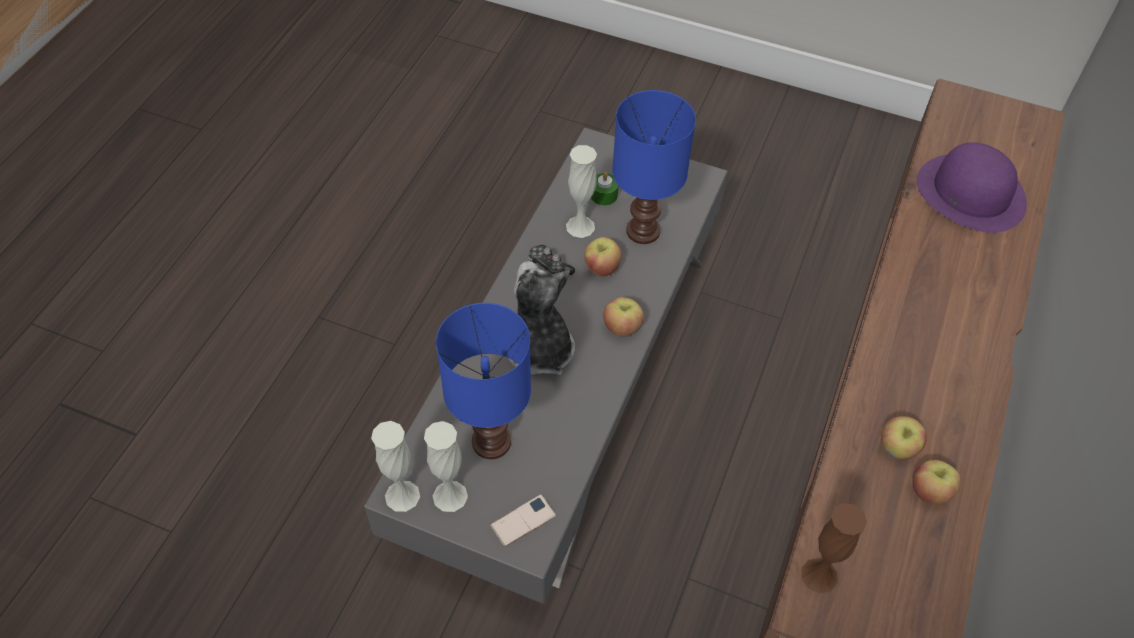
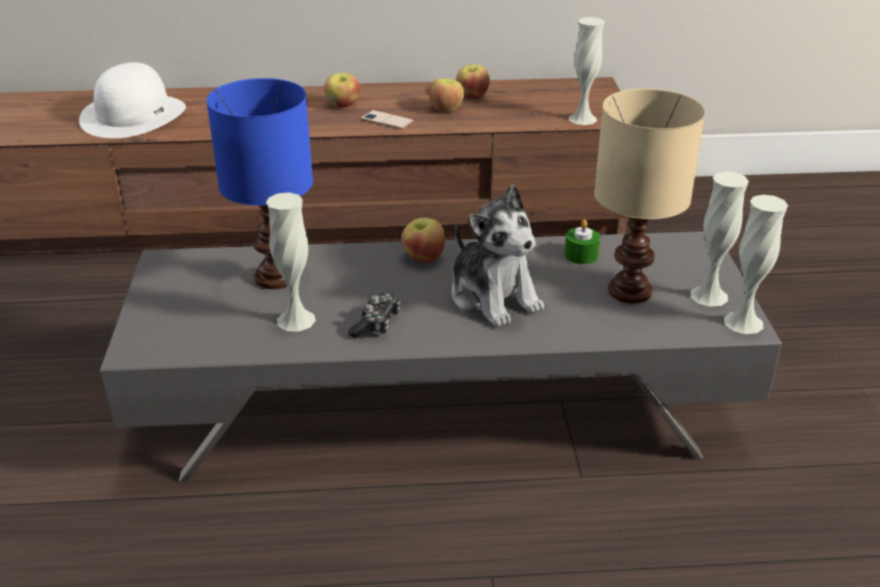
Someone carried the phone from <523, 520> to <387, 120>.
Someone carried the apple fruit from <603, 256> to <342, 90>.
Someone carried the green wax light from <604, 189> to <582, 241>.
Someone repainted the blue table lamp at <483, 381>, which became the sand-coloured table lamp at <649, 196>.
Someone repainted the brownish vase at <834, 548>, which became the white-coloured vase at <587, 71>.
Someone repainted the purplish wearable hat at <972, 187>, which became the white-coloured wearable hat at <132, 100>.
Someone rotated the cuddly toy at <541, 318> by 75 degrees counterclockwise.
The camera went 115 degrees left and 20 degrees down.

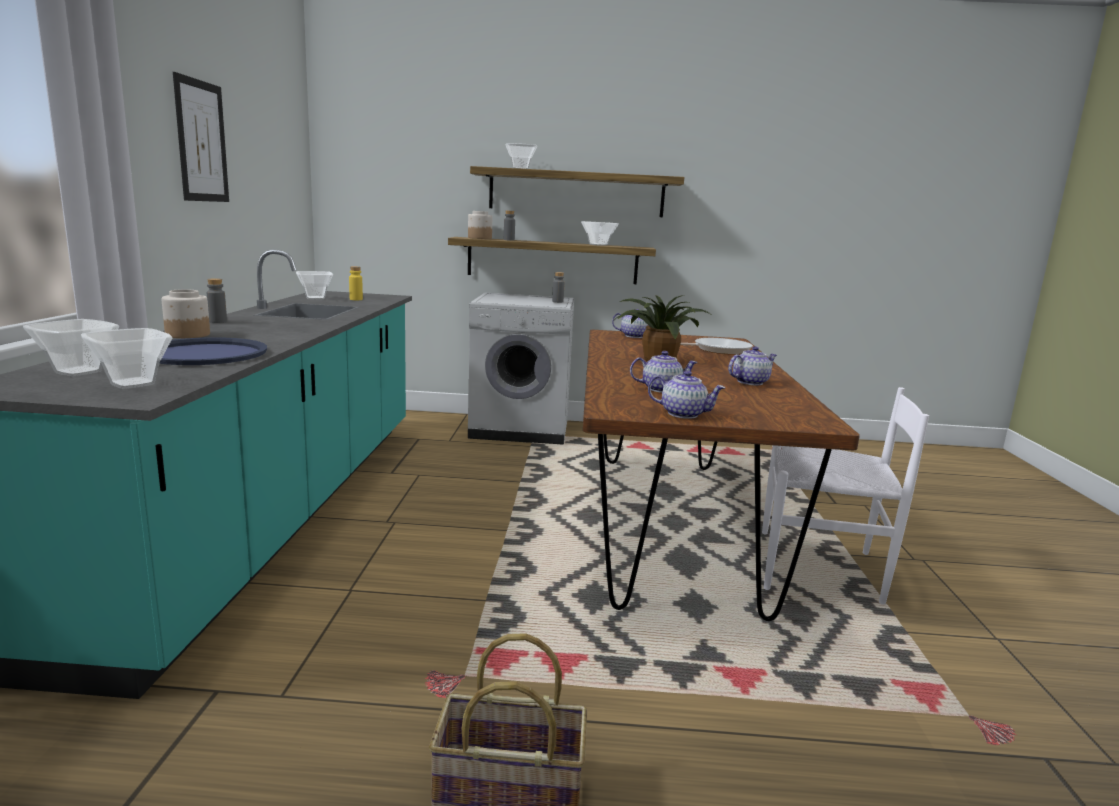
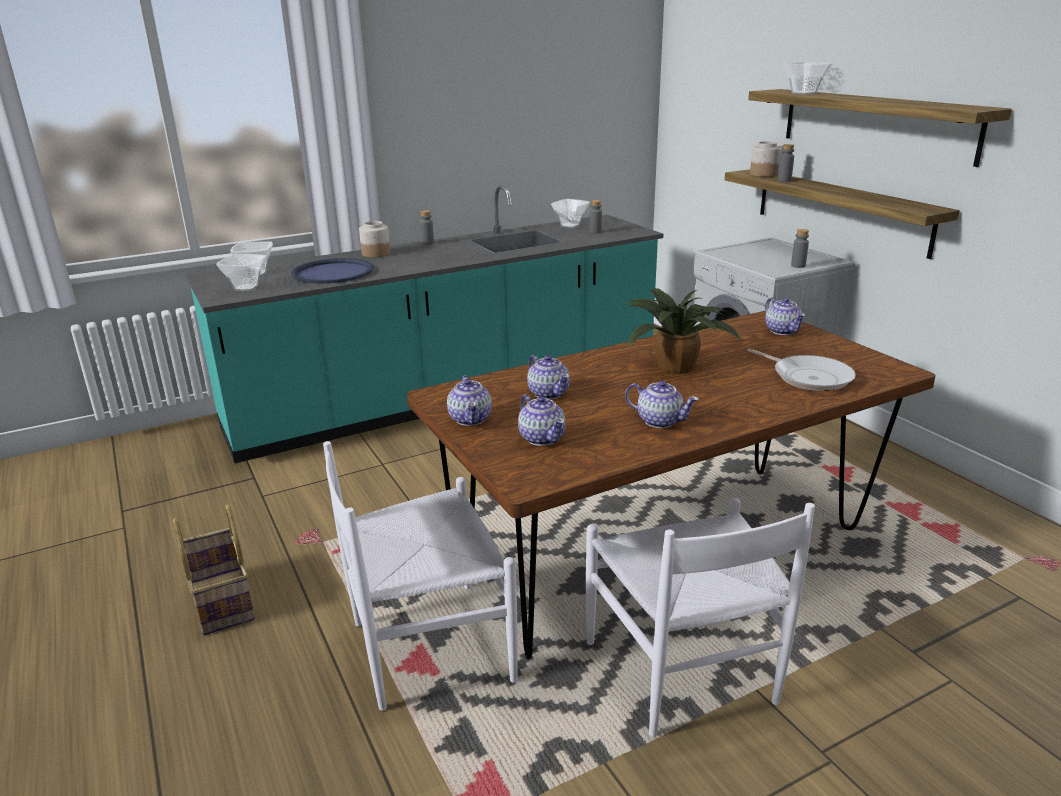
Someone took away the wall art at <201, 137>.
Someone took away the deep dish at <600, 233>.
Someone put down the white-coloured plain chair at <420, 576>.
Someone put down the teapot at <542, 420>.
Someone repainted the yellowish bottle at <356, 283>, which became the grey bottle at <596, 217>.
The camera went 60 degrees right and 10 degrees up.

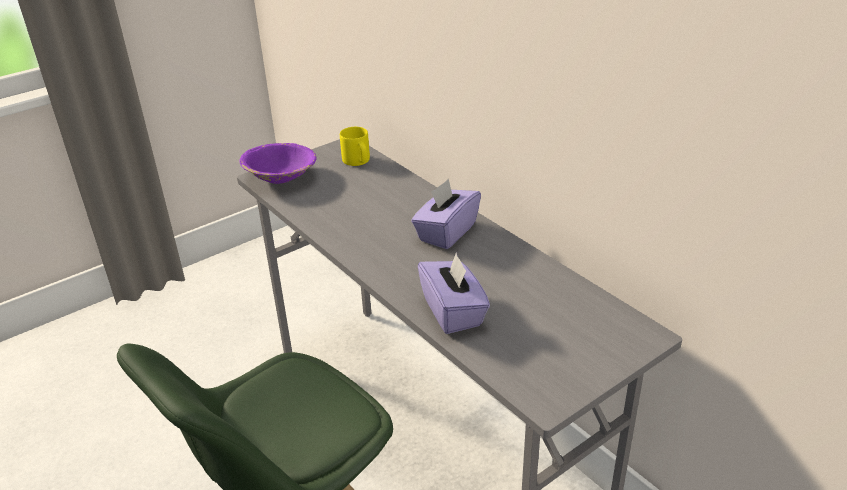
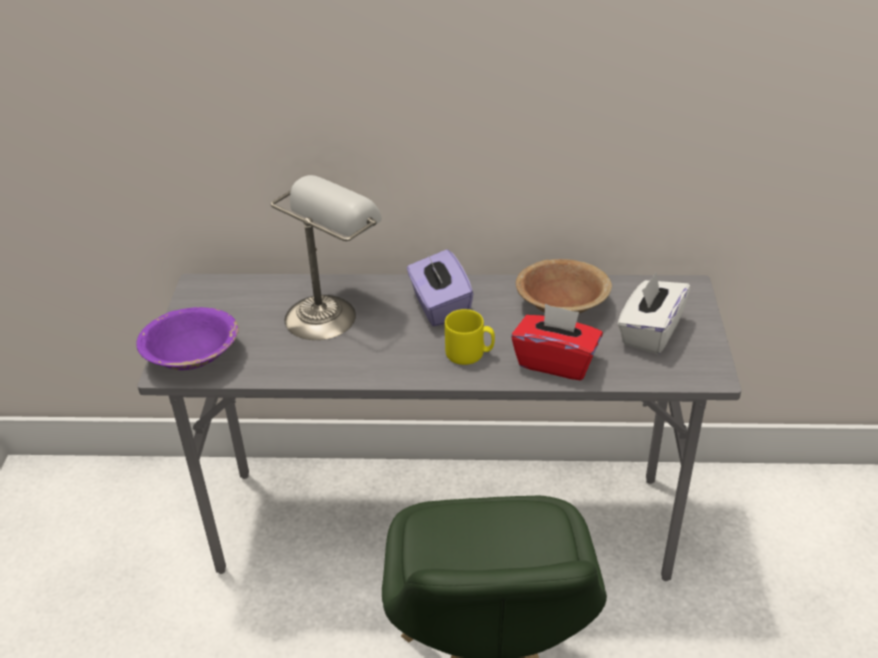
Someone put down the white-coloured table lamp at <326, 257>.
Someone put down the brownish deep dish at <564, 286>.
Someone put down the white-coloured tissue holder at <654, 313>.
Someone carried the yellowish tea mug from <355, 146> to <470, 337>.
Someone repainted the purplish tissue holder at <454, 293>, which became the reddish tissue holder at <557, 341>.
The camera went 50 degrees left and 5 degrees up.

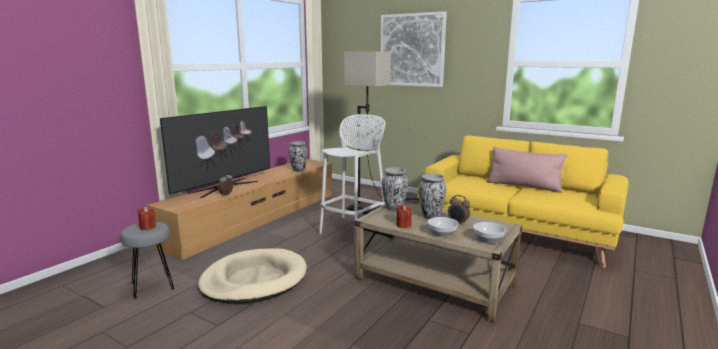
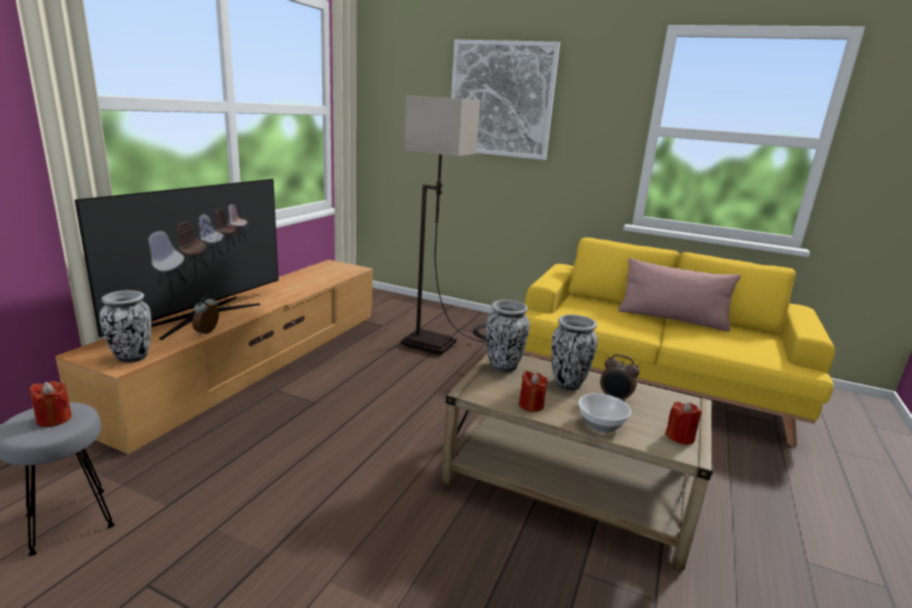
Someone took away the sand-coloured dog cushion at <252, 276>.
Someone took away the white-coloured stool seat at <352, 174>.
Someone carried the vase from <298, 156> to <125, 326>.
Someone swapped the deep dish at <489, 233> for the reddish wax light at <683, 423>.
The camera went 10 degrees left and 5 degrees up.

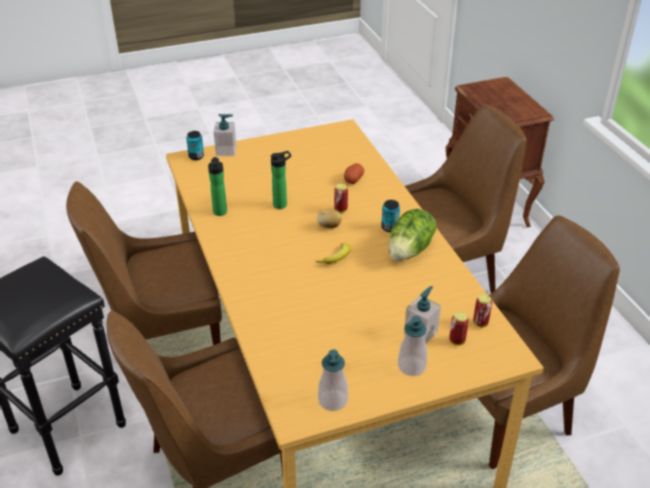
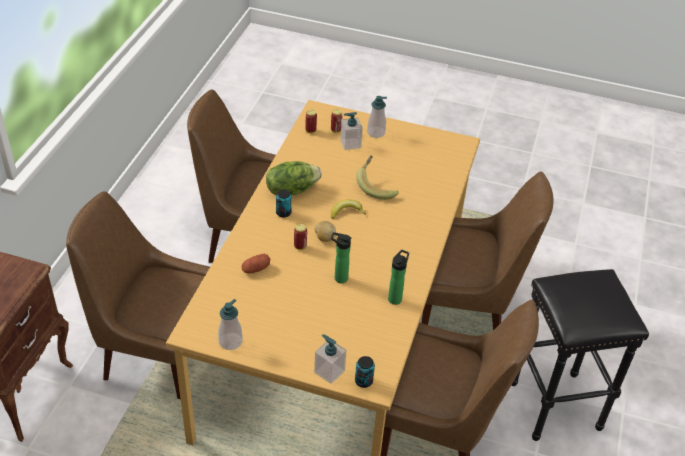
Someone put down the whole banana at <377, 177>.
Someone carried the liquid soap bottle from <333, 380> to <230, 324>.
The camera went 145 degrees left and 5 degrees up.

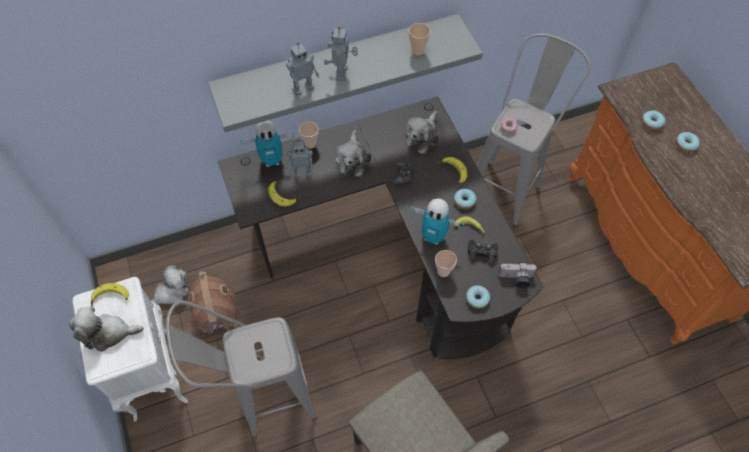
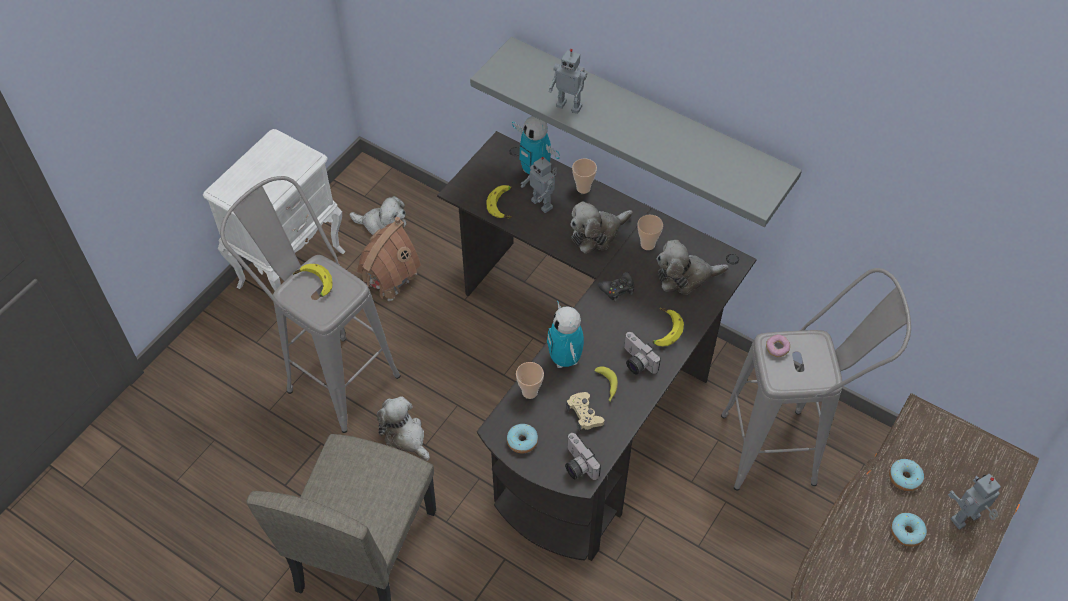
Someone carried the cuddly toy from <107, 329> to <403, 428>.
Someone carried the whole banana from <110, 295> to <313, 280>.
Someone carried the model robot from <341, 54> to <974, 501>.
Someone carried the cup from <420, 39> to <650, 232>.
Someone swapped the donut at <465, 199> for the photo camera at <642, 353>.
Someone repainted the blackish joypad at <483, 251>, which became the sand-coloured joypad at <585, 411>.
The camera went 55 degrees right and 5 degrees down.

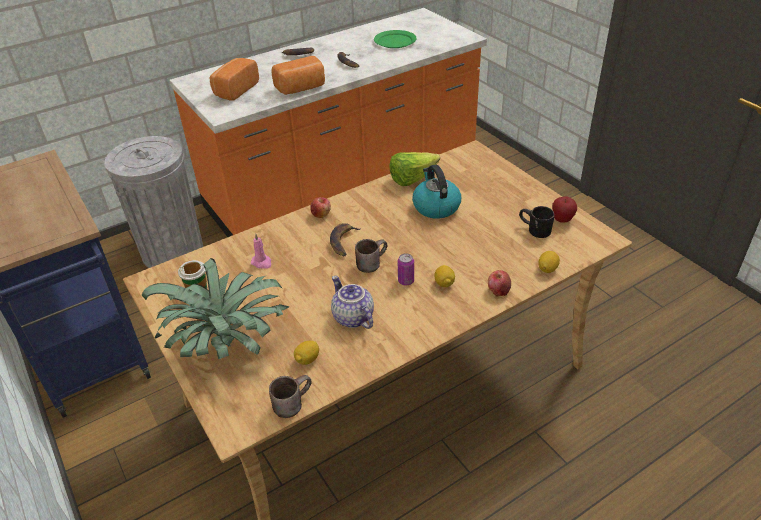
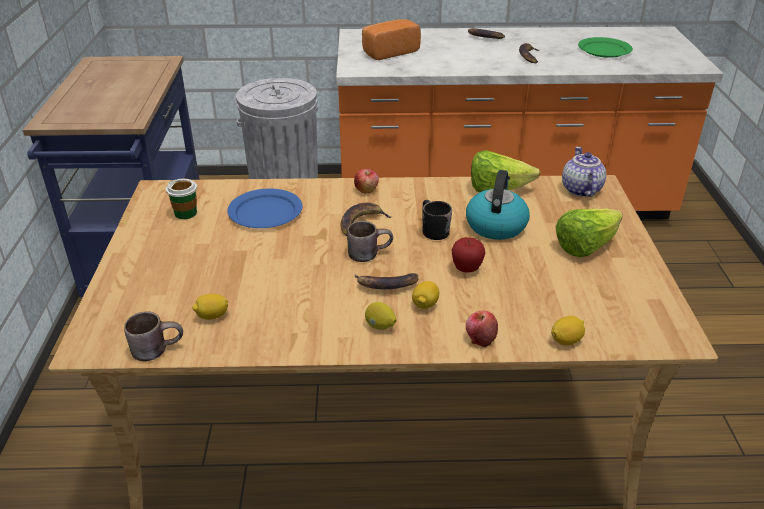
Someone took away the potted plant at <215, 308>.
Someone took away the bread at <298, 75>.
Someone put down the whole lemon at <381, 316>.
Someone put down the lettuce head at <589, 232>.
Someone carried the teapot from <352, 302> to <584, 172>.
Someone carried the blackish tea mug from <536, 222> to <437, 220>.
Someone carried the apple fruit from <564, 209> to <468, 255>.
Someone swapped the pinkish wax light at <261, 251> for the blue flat dish at <265, 208>.
Someone swapped the sealed can at <406, 269> for the whole banana at <387, 281>.
The camera went 30 degrees right and 5 degrees down.

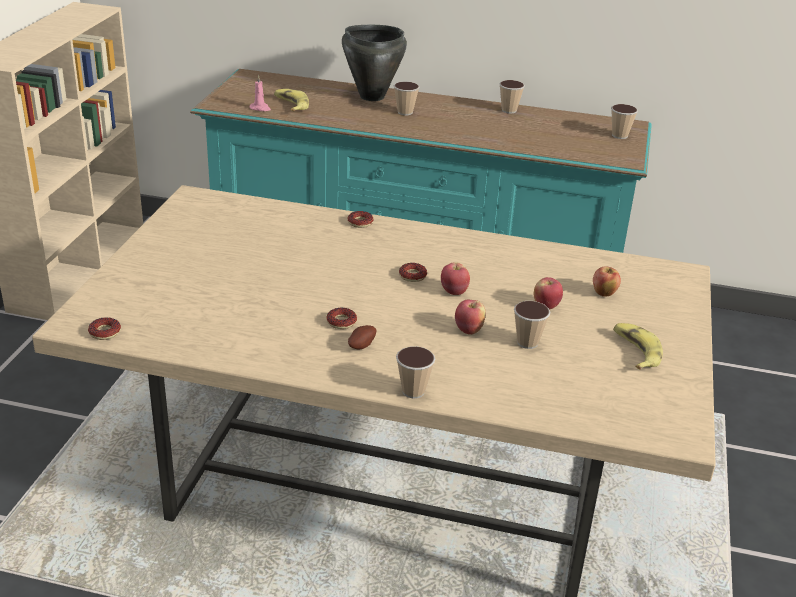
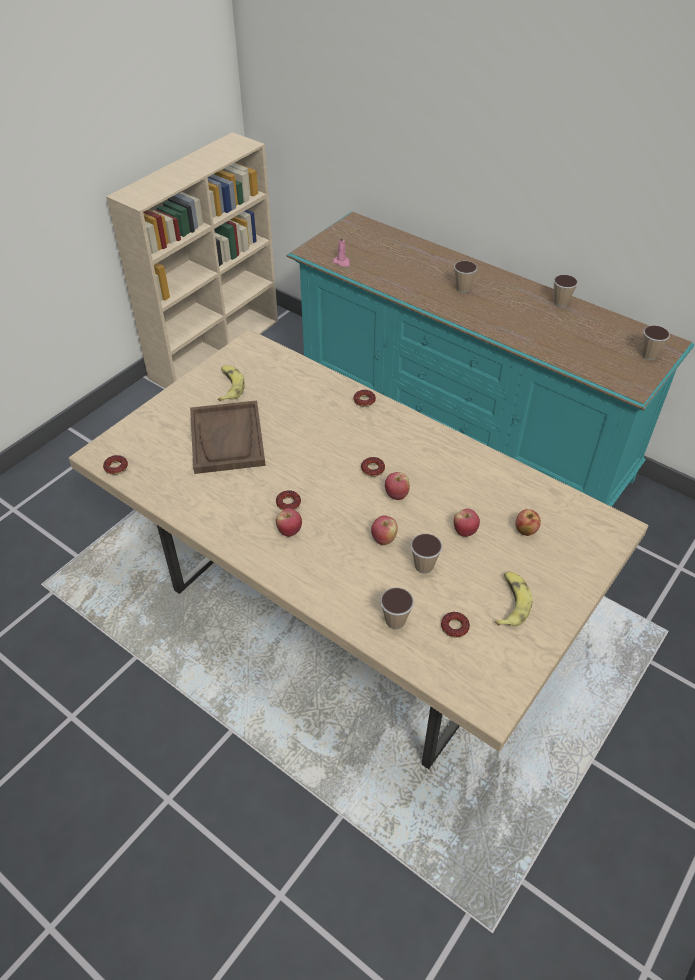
Someone took away the blackish cooking pot at <374, 63>.
Someone put down the brownish serving tray at <228, 437>.
Someone put down the donut at <455, 625>.
Someone carried the whole banana from <291, 100> to <231, 383>.
Someone carried the cup from <415, 372> to <397, 608>.
Someone swapped the spud at <362, 337> for the apple fruit at <289, 522>.
The camera went 25 degrees right and 15 degrees up.

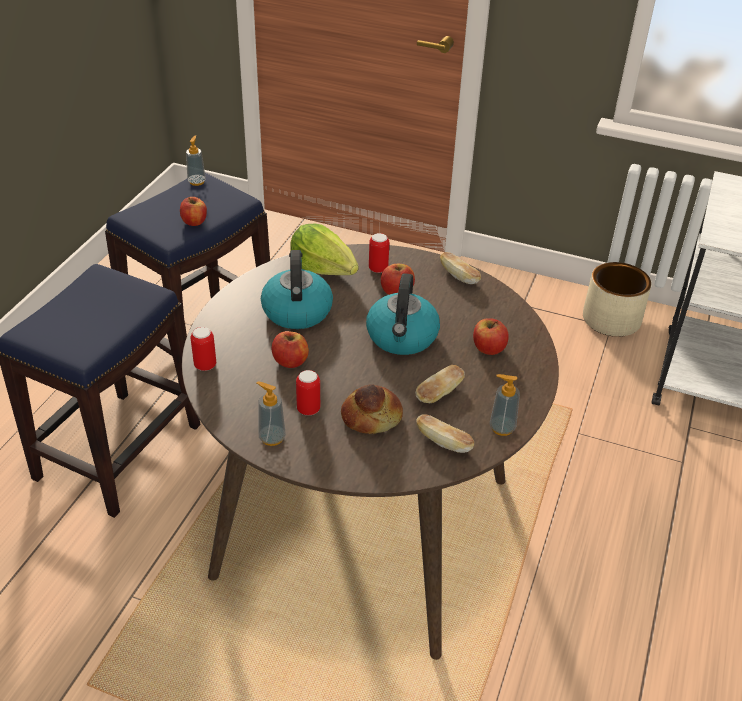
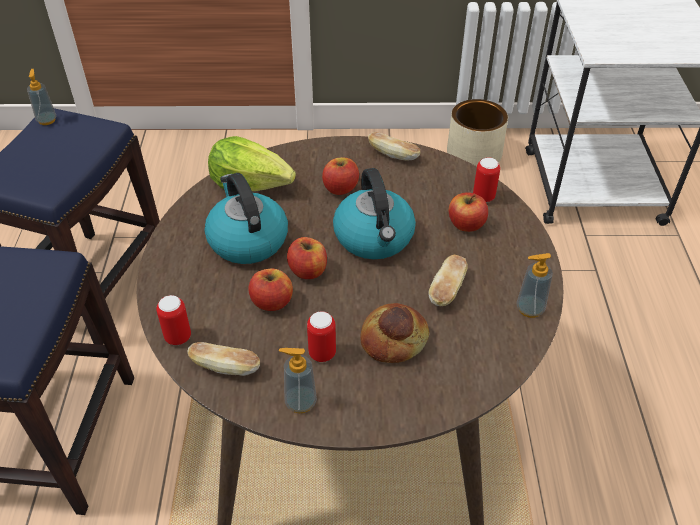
Someone carried the apple fruit from <193, 211> to <307, 258>.
Someone carried the sealed can from <379, 253> to <486, 179>.
Someone carried the bread from <445, 433> to <223, 359>.
The camera went 20 degrees left and 5 degrees up.

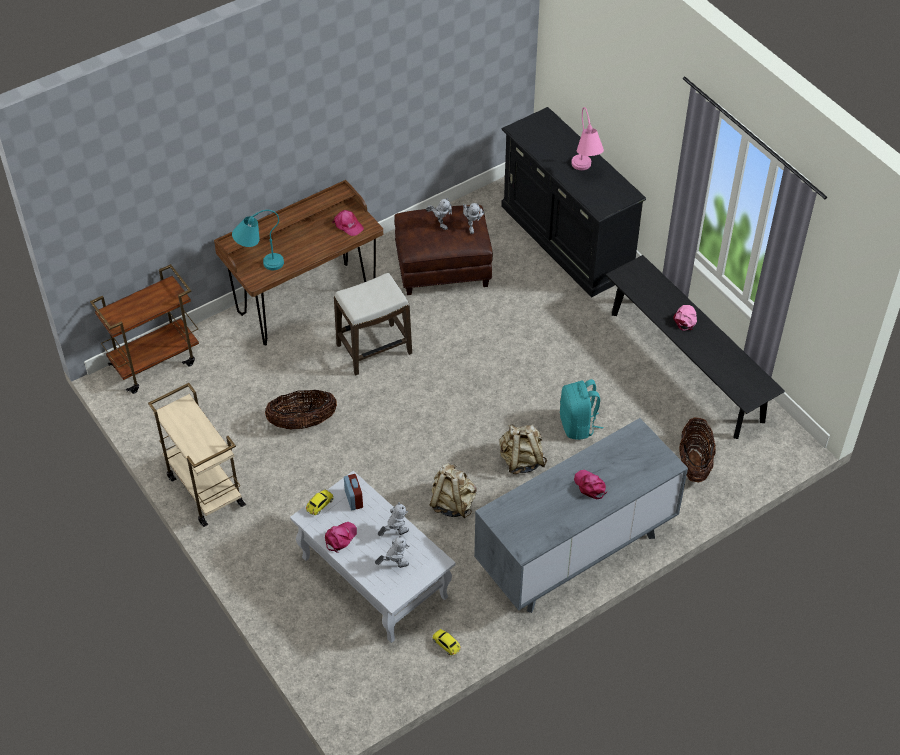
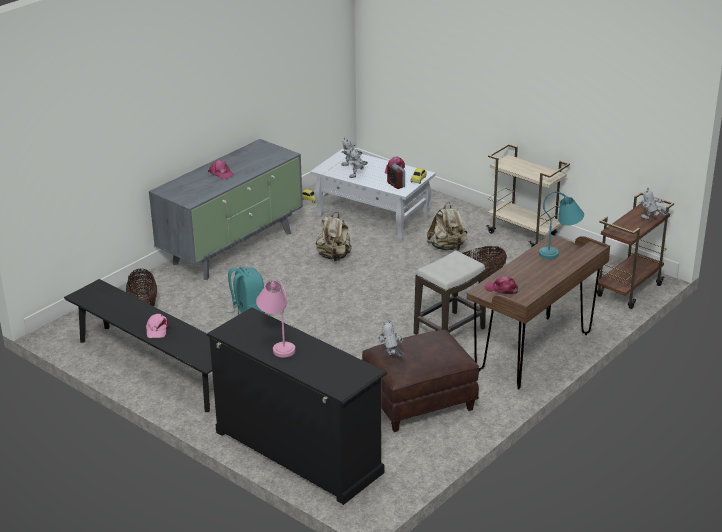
Someone carried the model robot from <439, 214> to <653, 204>.
Someone carried the sand-coloured rucksack from <523, 449> to <447, 226>.
The camera went 165 degrees right and 20 degrees down.

